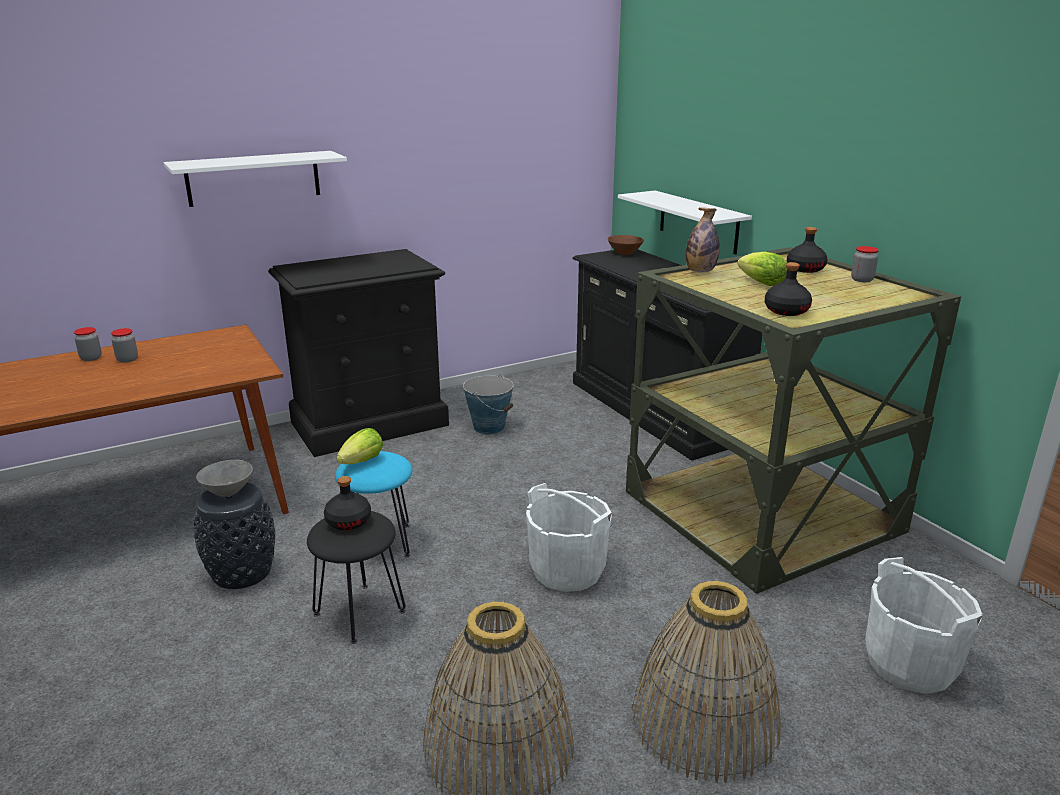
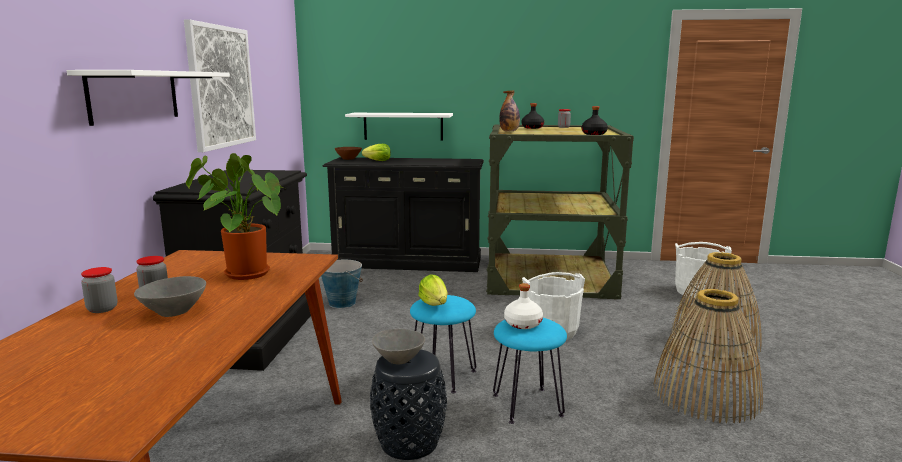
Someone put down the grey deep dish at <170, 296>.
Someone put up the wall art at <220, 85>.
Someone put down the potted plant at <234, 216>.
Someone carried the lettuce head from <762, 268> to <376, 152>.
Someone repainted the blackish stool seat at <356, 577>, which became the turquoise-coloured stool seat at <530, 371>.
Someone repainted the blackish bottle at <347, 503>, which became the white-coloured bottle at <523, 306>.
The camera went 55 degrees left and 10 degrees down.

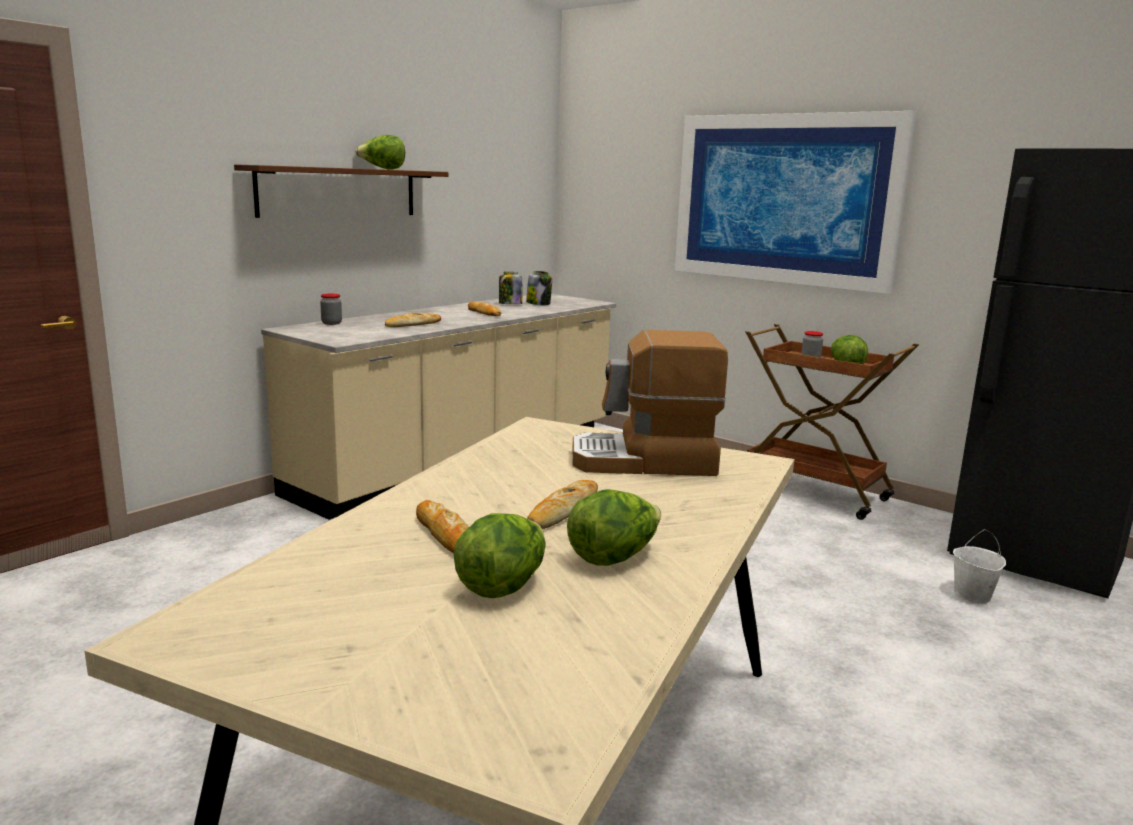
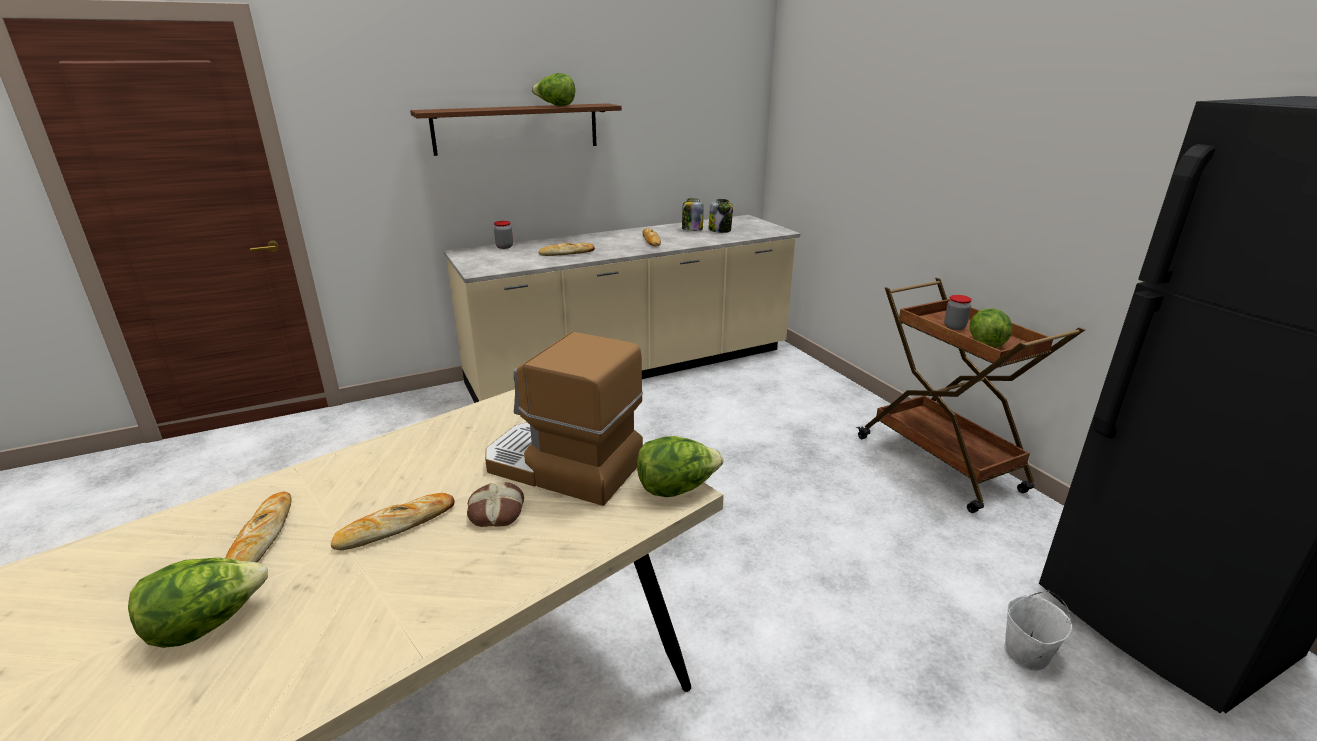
Someone took away the wall art at <796, 202>.
Someone put down the bread at <495, 504>.
Someone carried the lettuce head from <614, 527> to <680, 466>.
The camera went 25 degrees right and 10 degrees up.

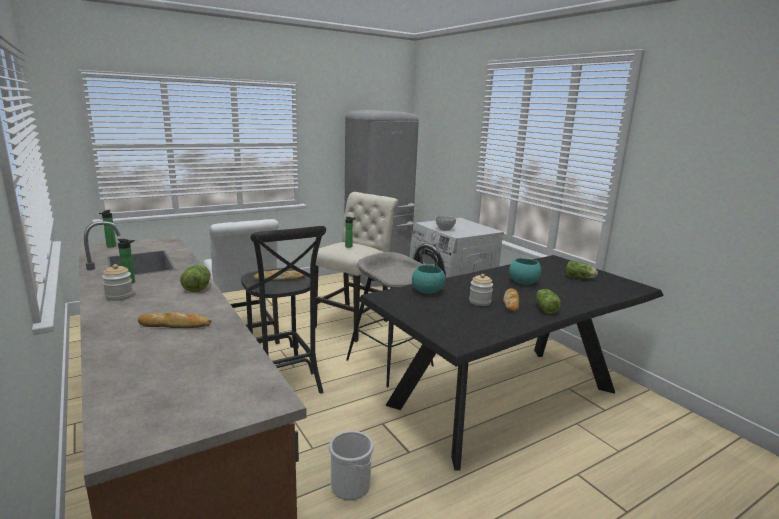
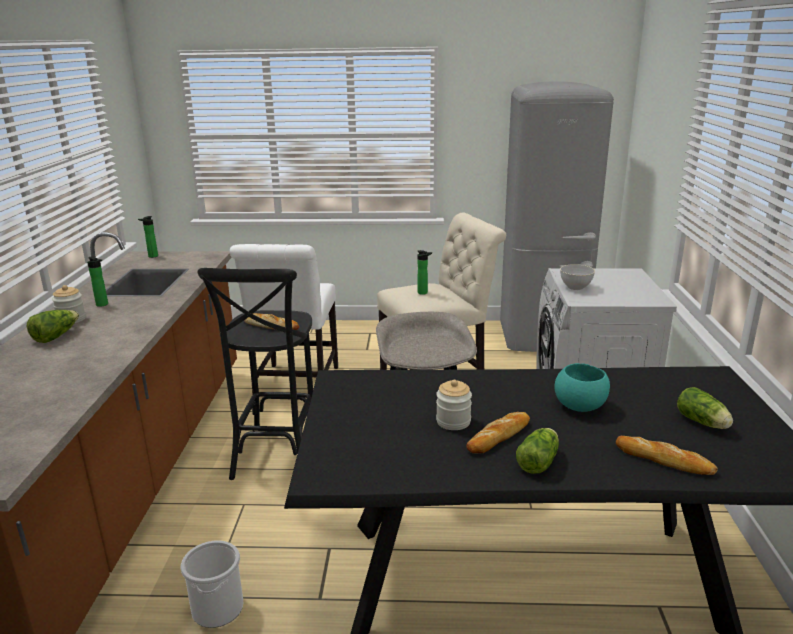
Someone took away the turquoise-coloured deep dish at <428, 279>.
Someone carried the bread from <174, 320> to <667, 455>.
Someone carried the lettuce head from <195, 278> to <53, 326>.
The camera went 35 degrees right and 5 degrees up.

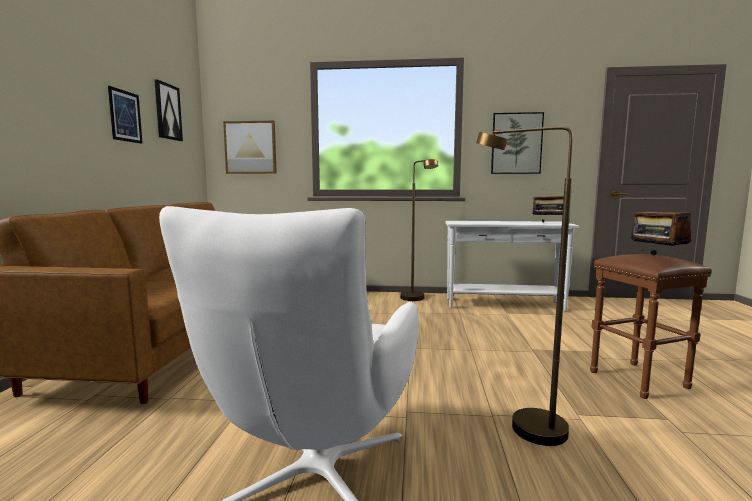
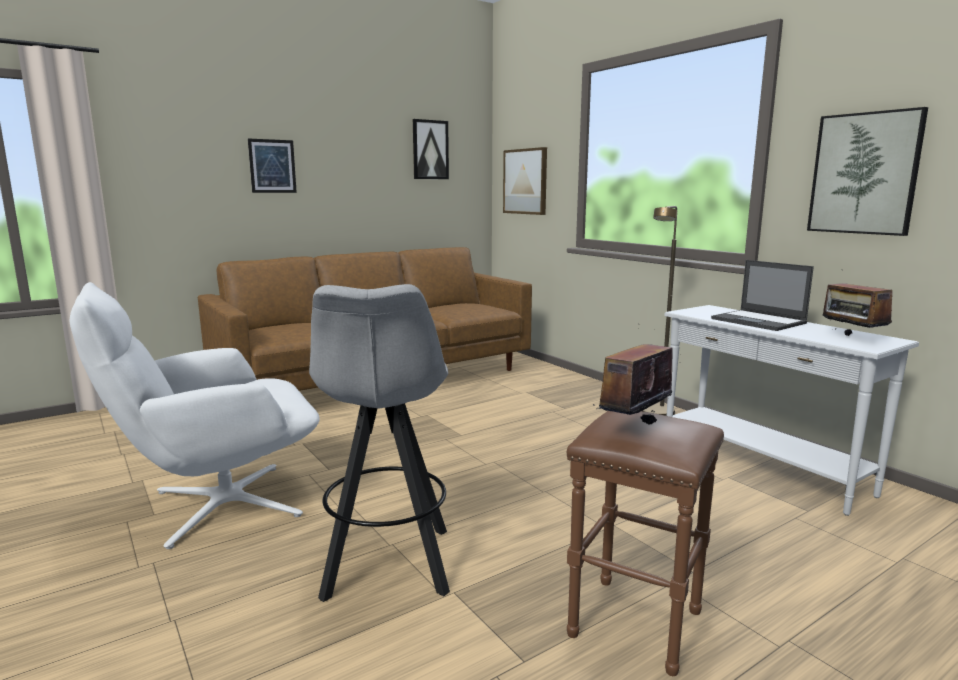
Someone put down the laptop at <762, 295>.
Someone carried the wall art from <125, 115> to <272, 165>.
Someone swapped the brownish standing lamp at <524, 286> for the grey stool seat at <379, 443>.
The camera went 50 degrees right and 5 degrees up.

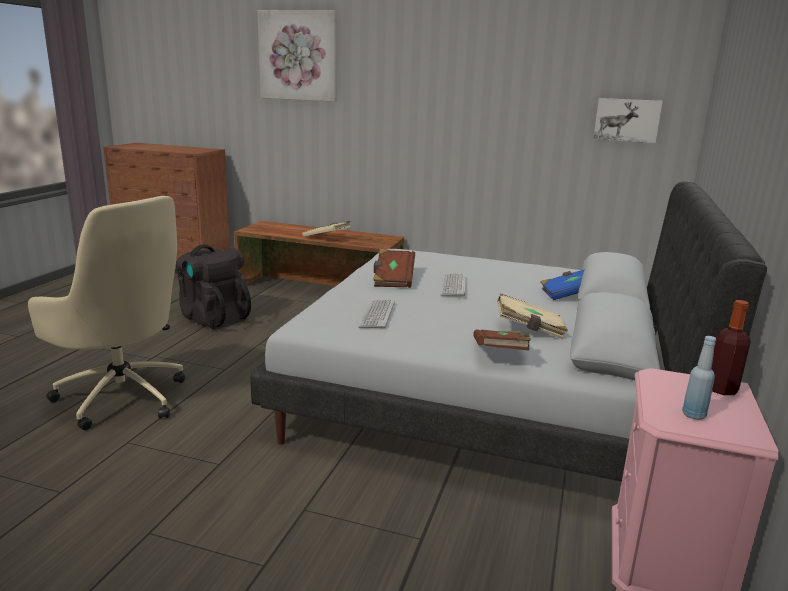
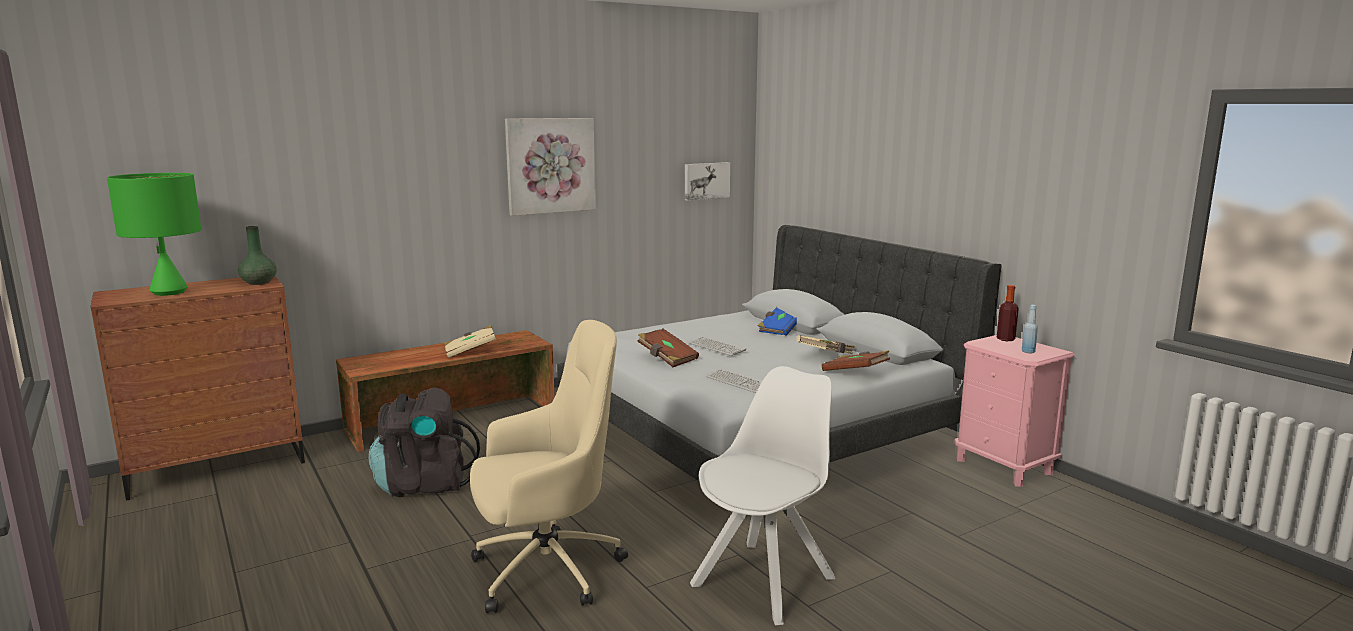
Someone put down the green table lamp at <154, 234>.
Someone put down the green vase at <257, 255>.
Someone put down the white-coloured plain chair at <762, 495>.
Someone carried the wall art from <297, 56> to <550, 167>.
The camera went 50 degrees left and 5 degrees down.

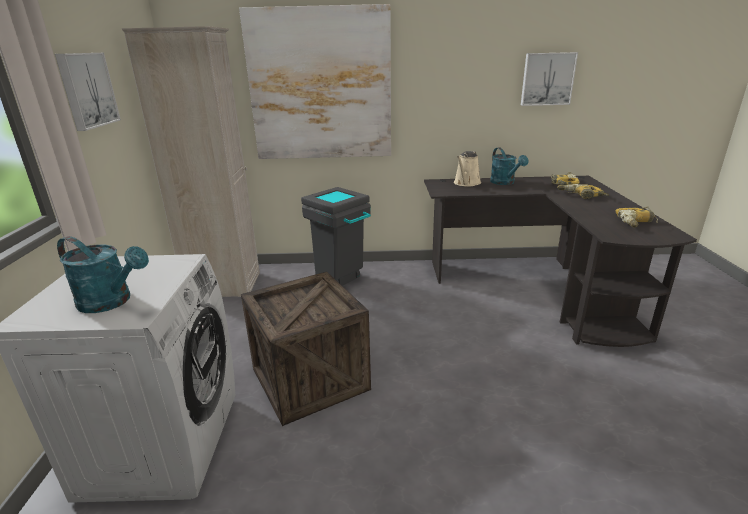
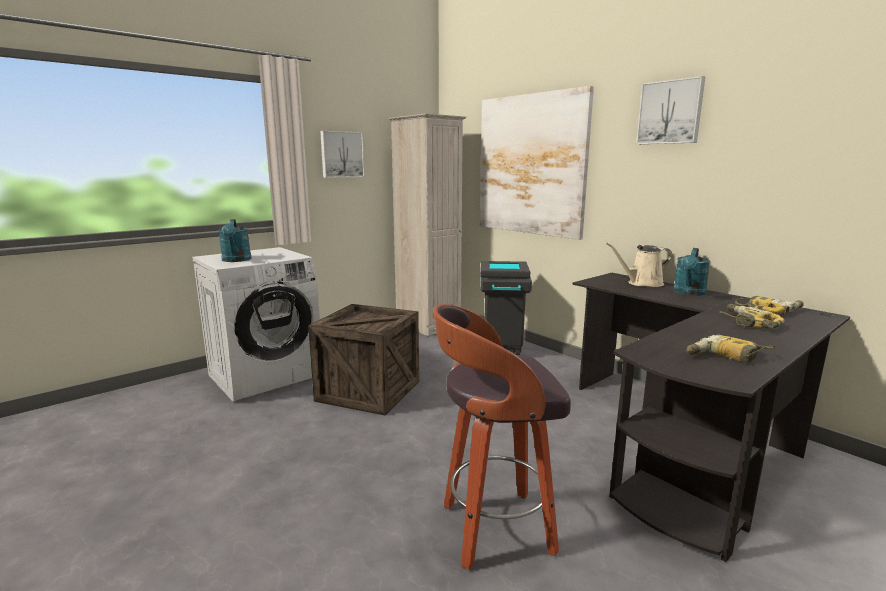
Someone put down the stool seat at <502, 437>.
Someone carried the wall art from <549, 79> to <670, 110>.
The camera went 50 degrees right and 10 degrees down.

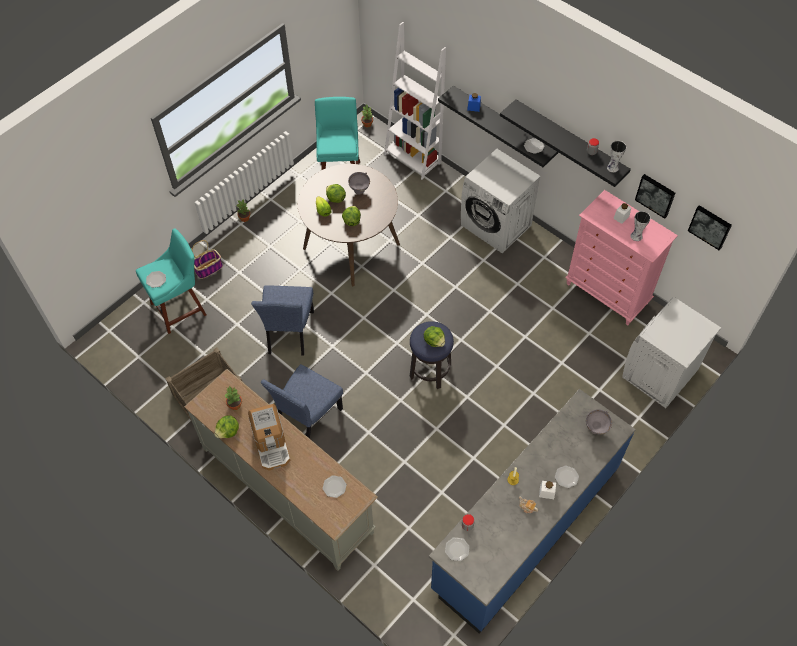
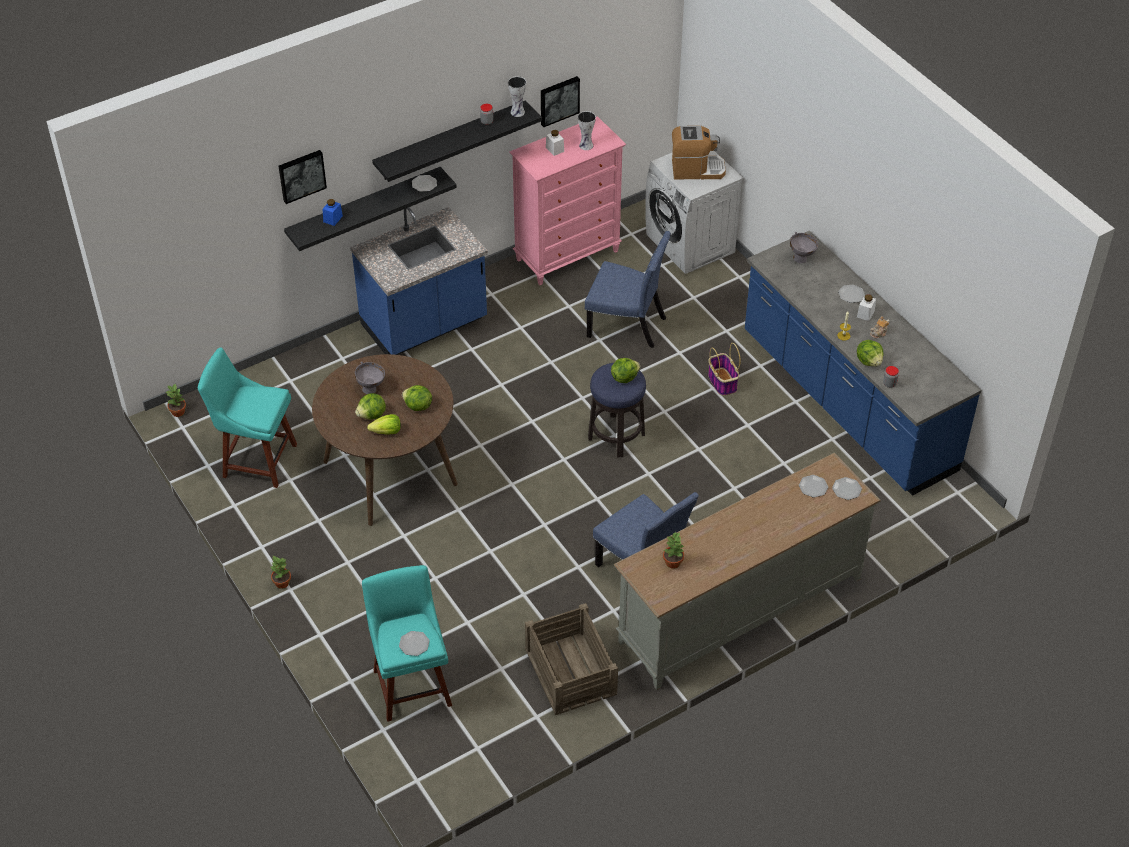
Someone took away the white-coloured bookcase at <415, 101>.
Someone carried the basket from <207, 259> to <724, 369>.
Someone carried the lettuce head from <226, 426> to <870, 353>.
Someone carried the coffee brewer from <269, 437> to <699, 153>.
Someone carried the blue plain chair from <282, 320> to <628, 289>.
Someone carried the flat dish from <457, 549> to <847, 488>.
Someone carried the wall art from <710, 227> to <303, 177>.
Someone swapped the white-coloured washing machine at <500, 201> for the blue counter at <419, 281>.
The camera went 75 degrees left and 10 degrees down.

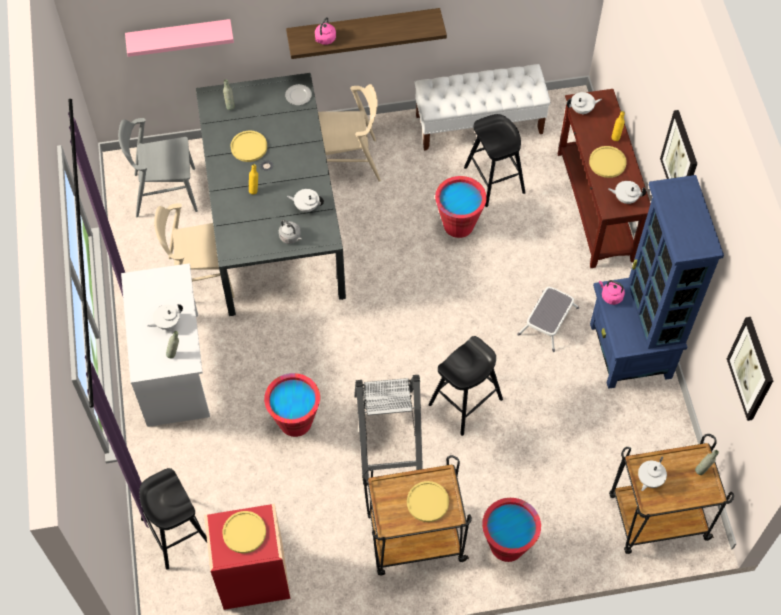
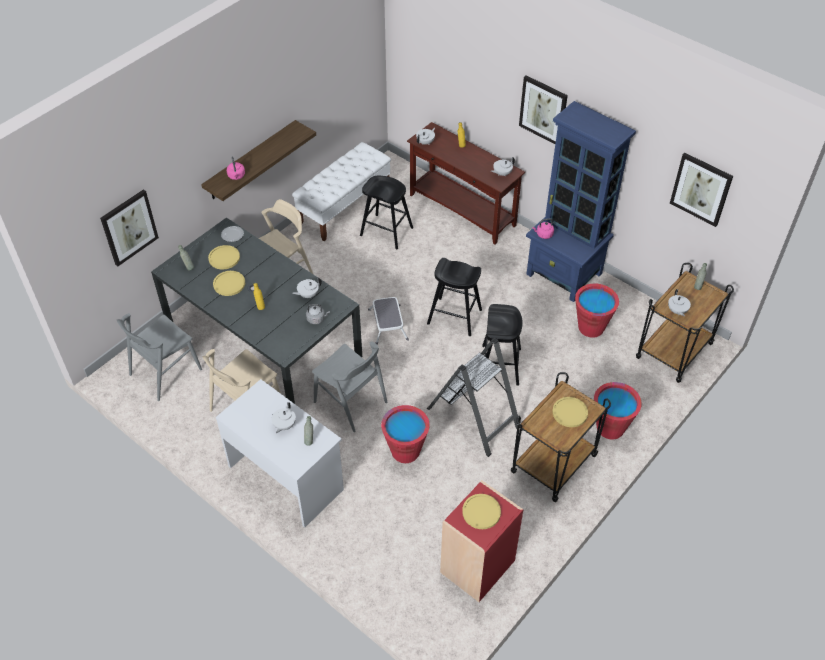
Someone put down the grey plain chair at <349, 386>.
Someone carried the blackish stool seat from <173, 519> to <454, 297>.
Someone carried the reddish pail from <461, 207> to <597, 311>.
Someone carried the grey stepladder from <548, 319> to <388, 320>.
Someone carried the yellowish flat dish from <608, 162> to <224, 257>.
Someone swapped the pinkish shelf at <179, 38> for the wall art at <129, 227>.
The camera went 40 degrees left and 10 degrees down.

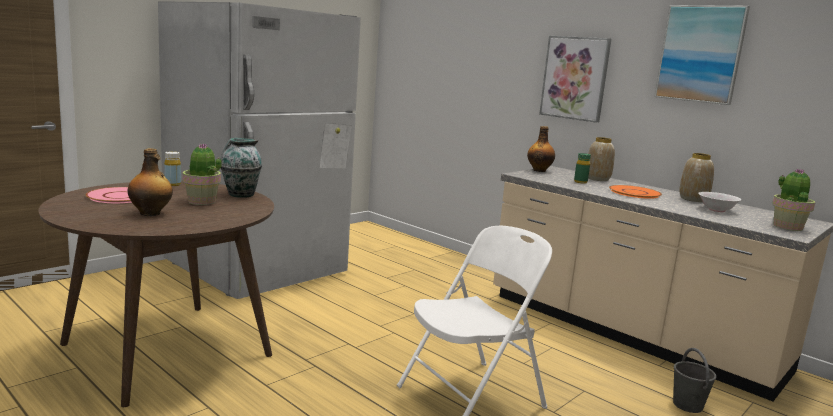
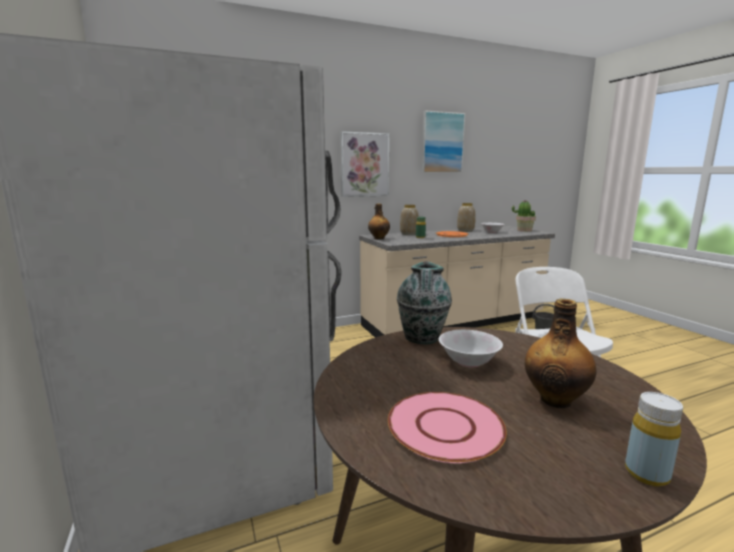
Someone carried the yellowish bottle from <172, 168> to <654, 439>.
Someone swapped the potted plant at <202, 174> for the white-coloured deep dish at <471, 349>.
The camera went 65 degrees left and 0 degrees up.

